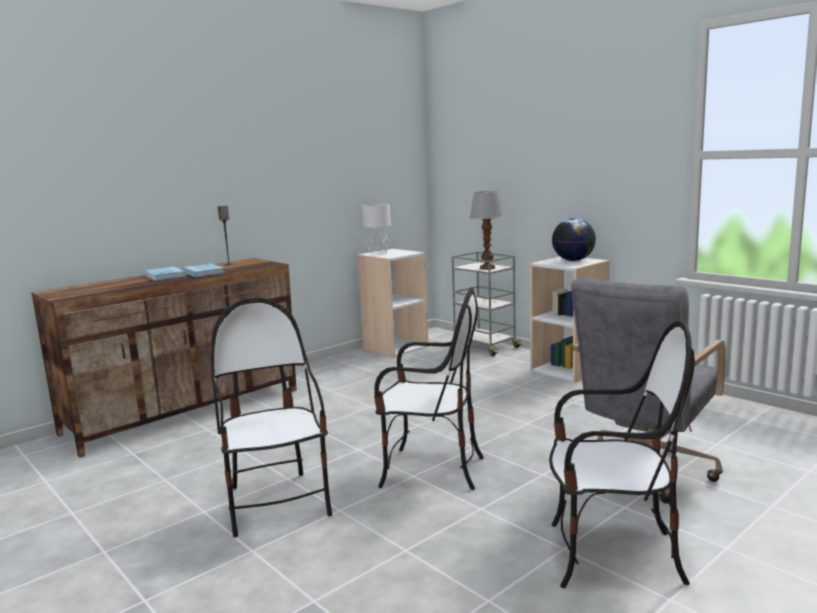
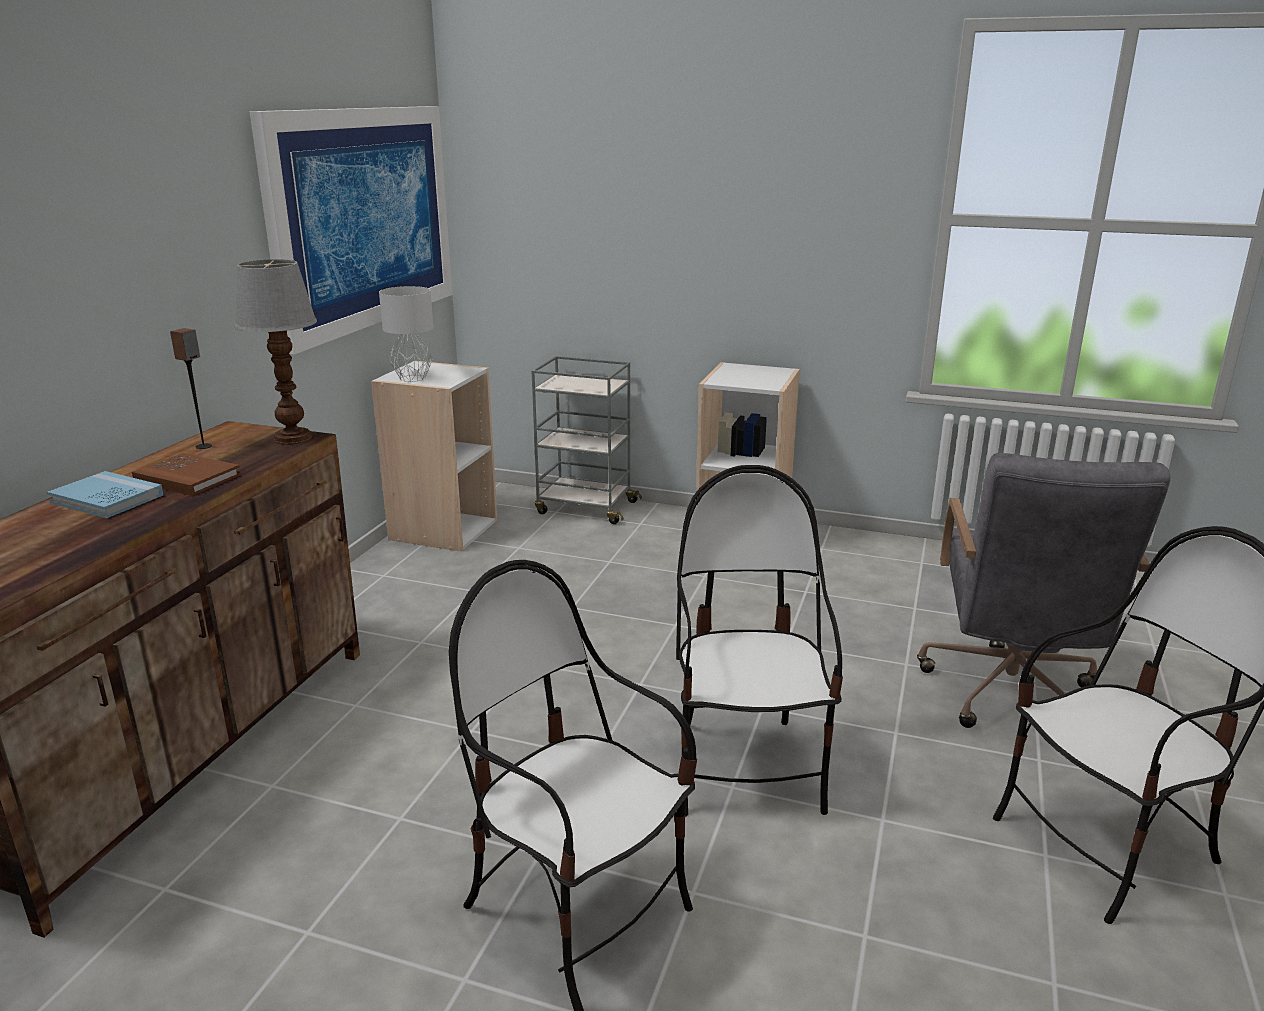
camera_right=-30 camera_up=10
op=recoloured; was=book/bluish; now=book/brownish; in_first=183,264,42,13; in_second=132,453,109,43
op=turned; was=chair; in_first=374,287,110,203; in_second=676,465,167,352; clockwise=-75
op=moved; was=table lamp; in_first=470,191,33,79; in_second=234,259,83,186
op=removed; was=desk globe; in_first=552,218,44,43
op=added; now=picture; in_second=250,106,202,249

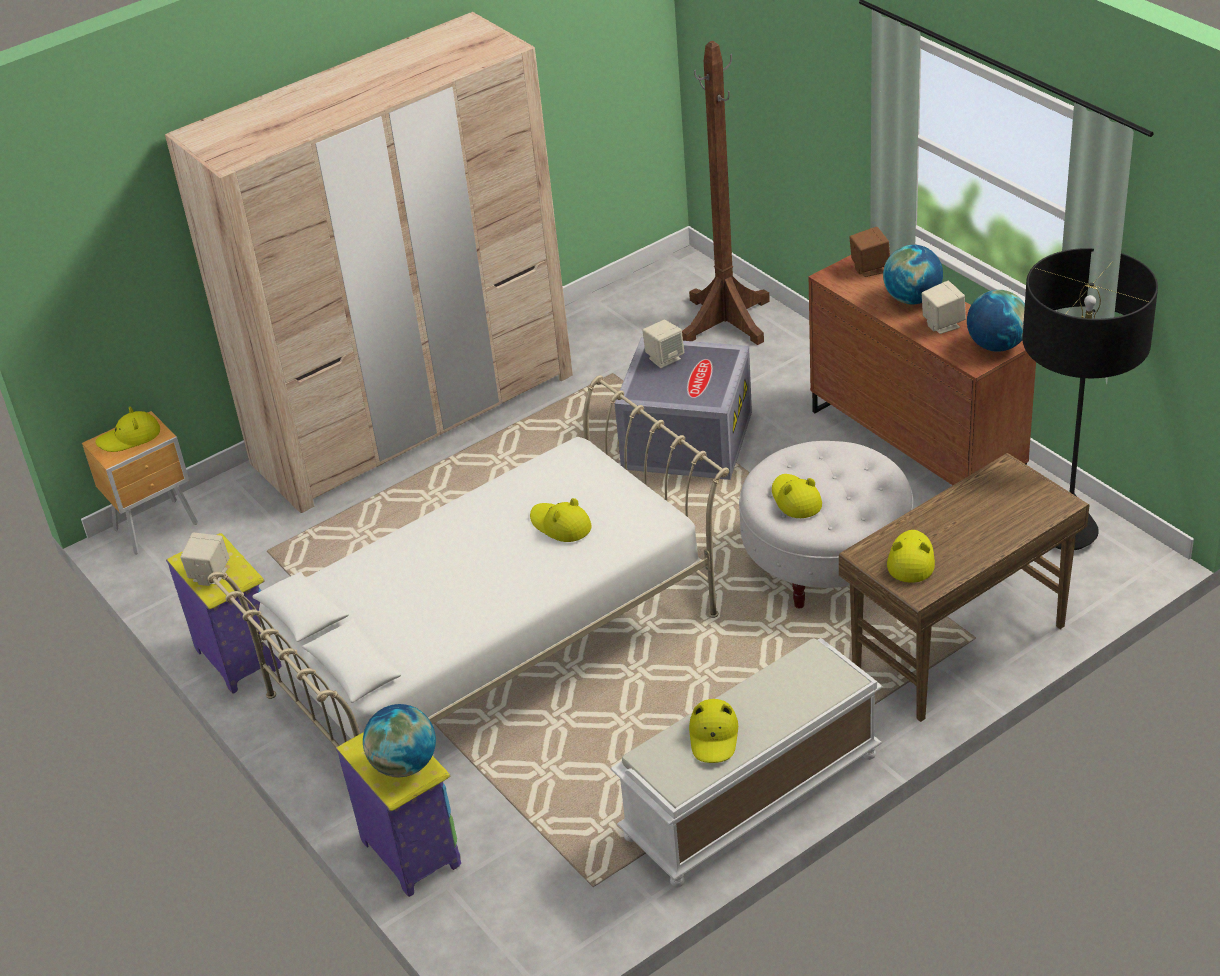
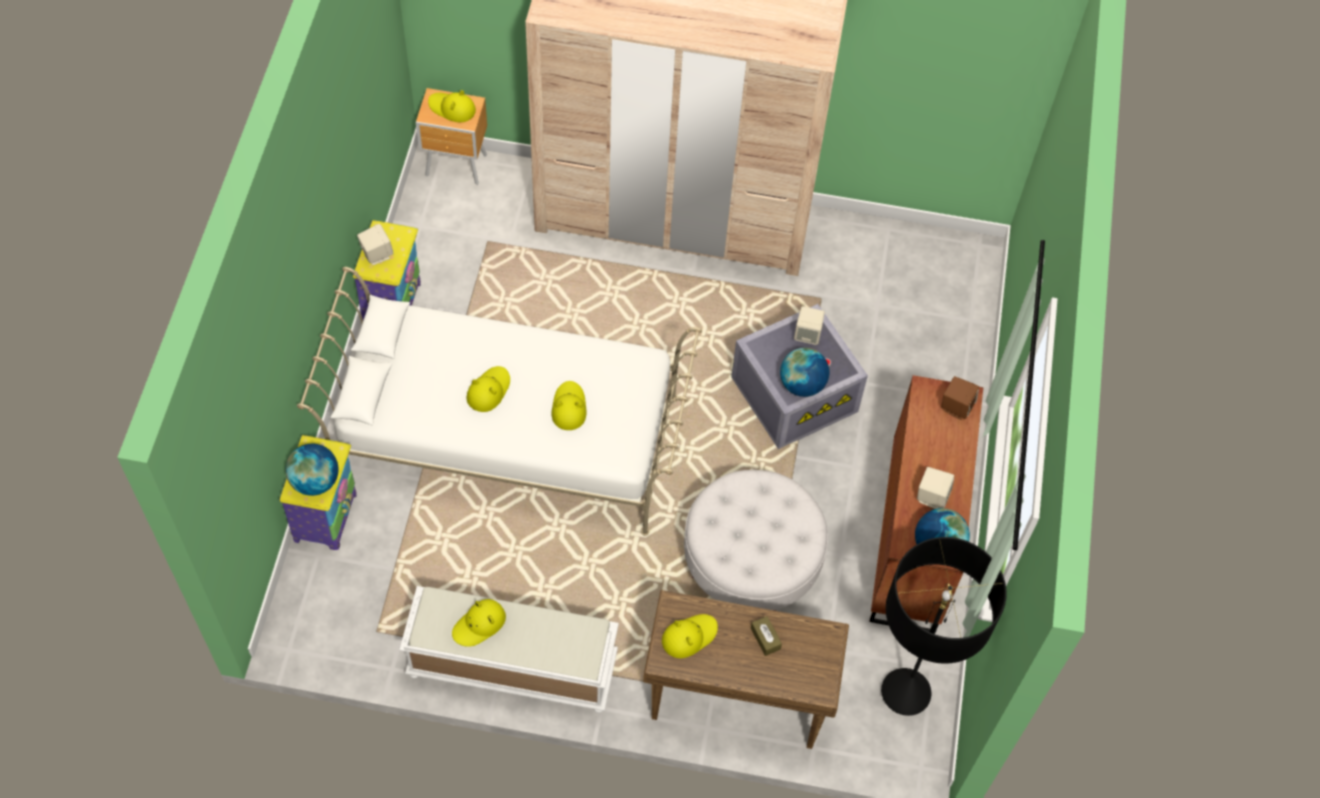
camera_right=40 camera_up=20
op=removed; was=garment rack/brownish; in_first=682,41,88,304
op=moved; was=wearable hat/yellow; in_first=772,474,50,44; in_second=466,366,44,46
op=moved; was=desk globe; in_first=883,245,60,59; in_second=780,348,49,49
op=added; now=tissue holder/brownish; in_second=751,616,31,40

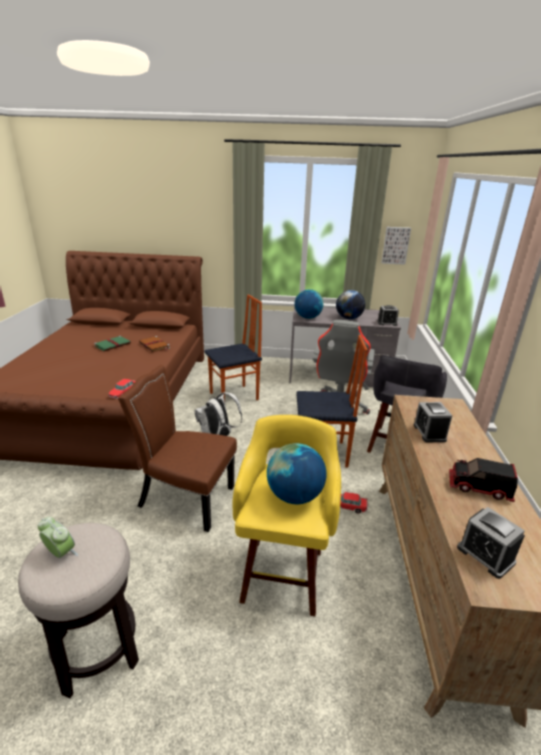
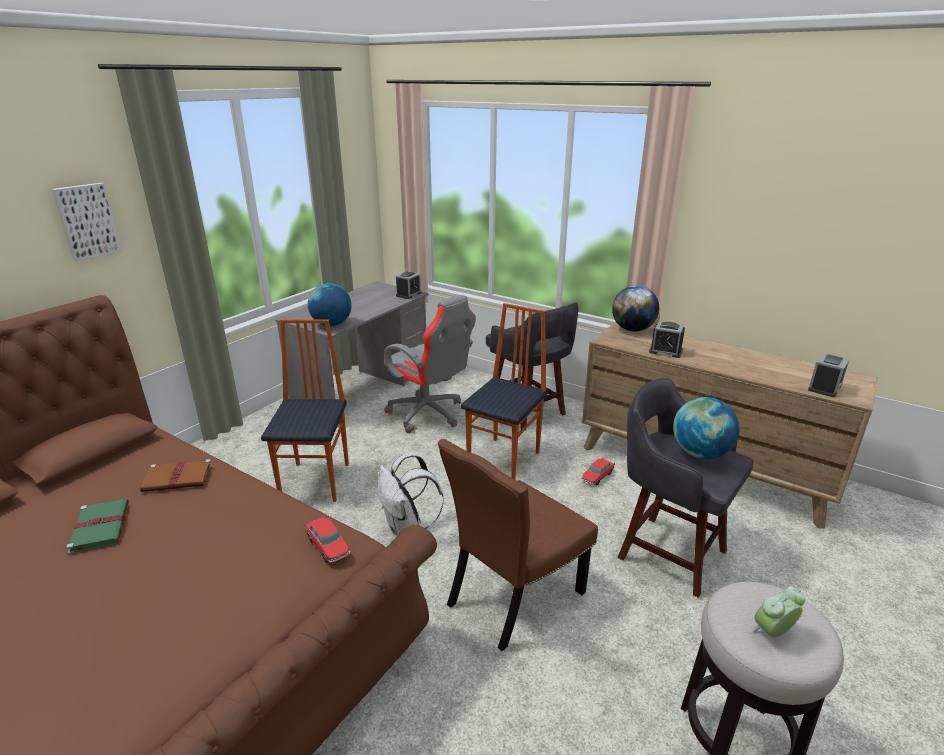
camera_right=-60 camera_up=0
op=recoloured; was=stool/yellow; now=stool/greyish; in_first=232,415,109,201; in_second=618,378,136,220
op=moved; was=desk globe; in_first=336,290,29,29; in_second=612,286,47,46
op=moved; was=picture; in_first=381,227,30,38; in_second=52,183,70,78
op=removed; was=model truck; in_first=449,458,69,44
op=turned; was=table clock; in_first=457,507,68,72; in_second=808,353,42,44; clockwise=-45

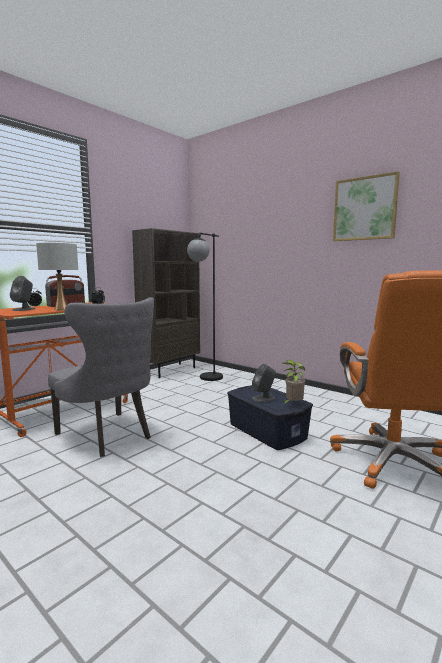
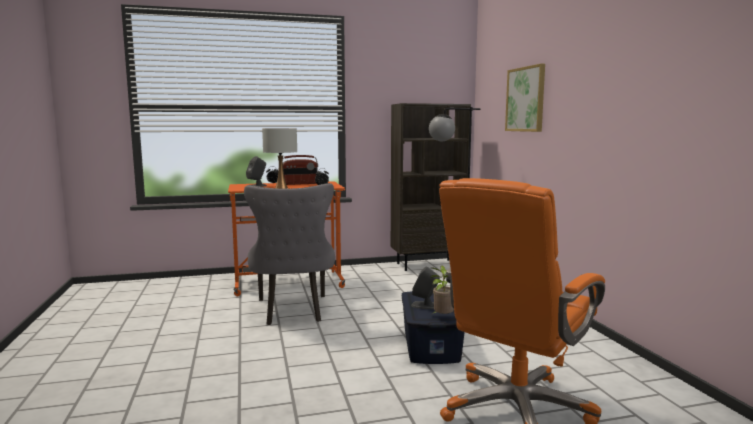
camera_right=35 camera_up=0
op=moved; was=picture; in_first=333,171,67,70; in_second=505,64,40,68

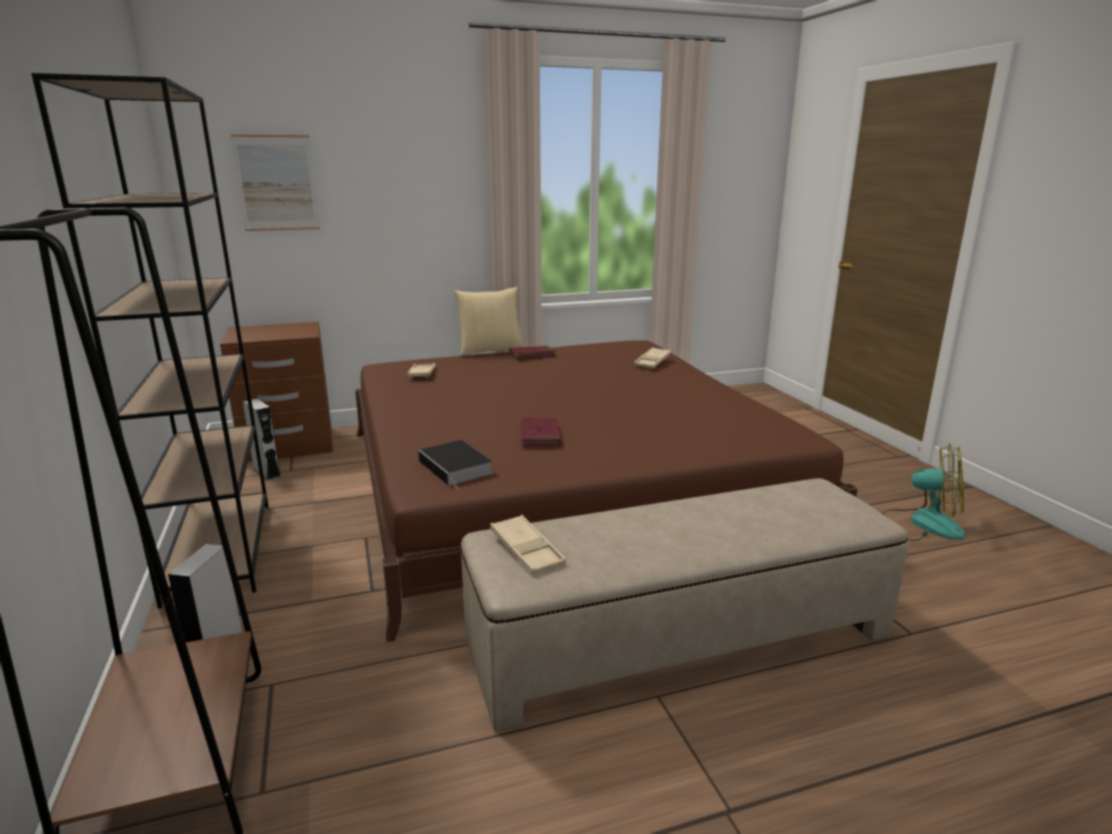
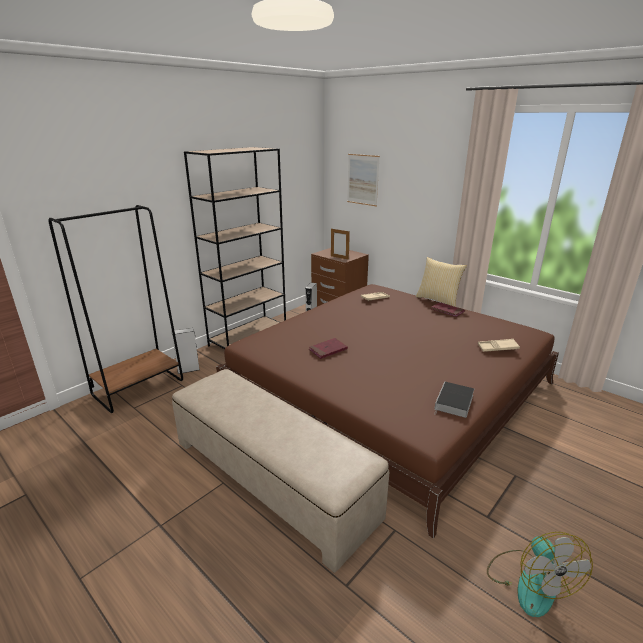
camera_right=60 camera_up=5
op=moved; was=book; in_first=418,440,75,50; in_second=435,382,39,36
op=removed; was=carrying tray/sand-coloured; in_first=490,515,76,60
op=added; now=picture frame; in_second=331,228,19,32

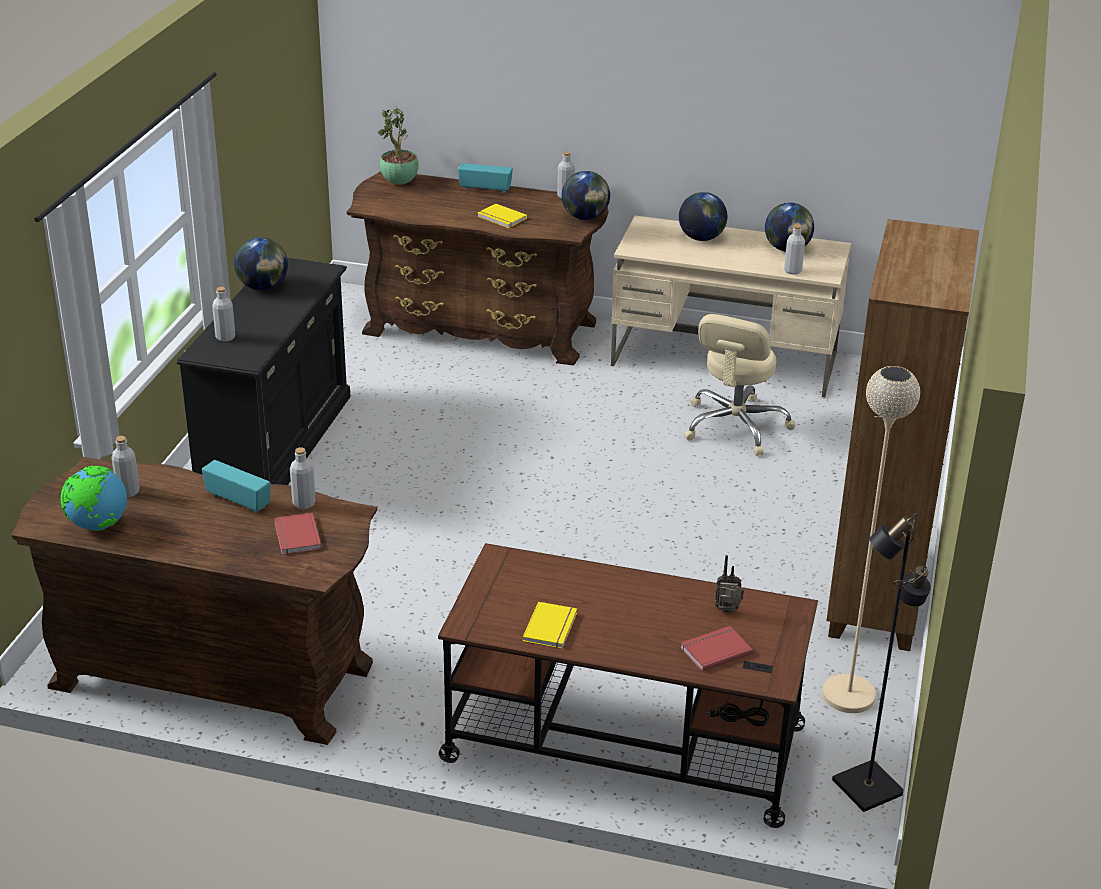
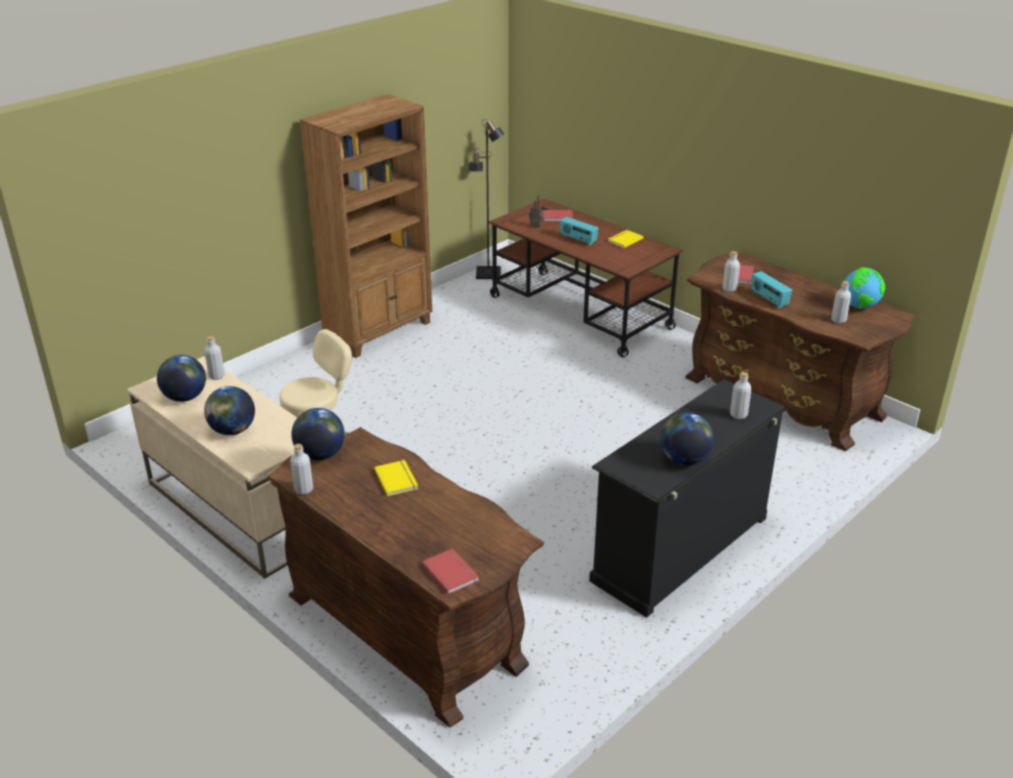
camera_right=-150 camera_up=0
op=replaced; was=houseplant; now=book/reddish; in_first=378,106,41,79; in_second=422,548,57,46
op=moved; was=radio; in_first=458,163,55,30; in_second=560,217,39,29
op=removed; was=standing lamp/sand-coloured; in_first=822,366,98,347

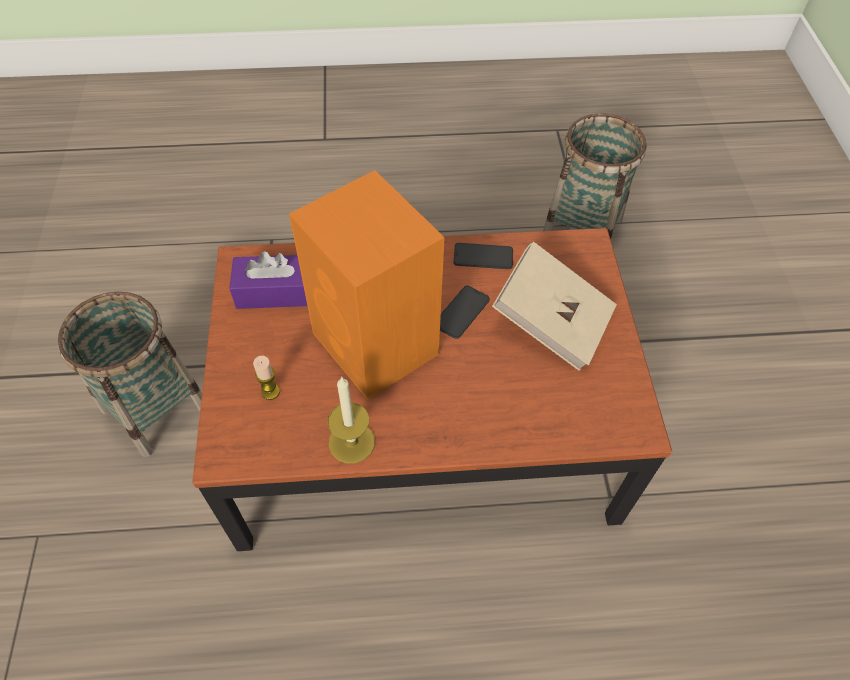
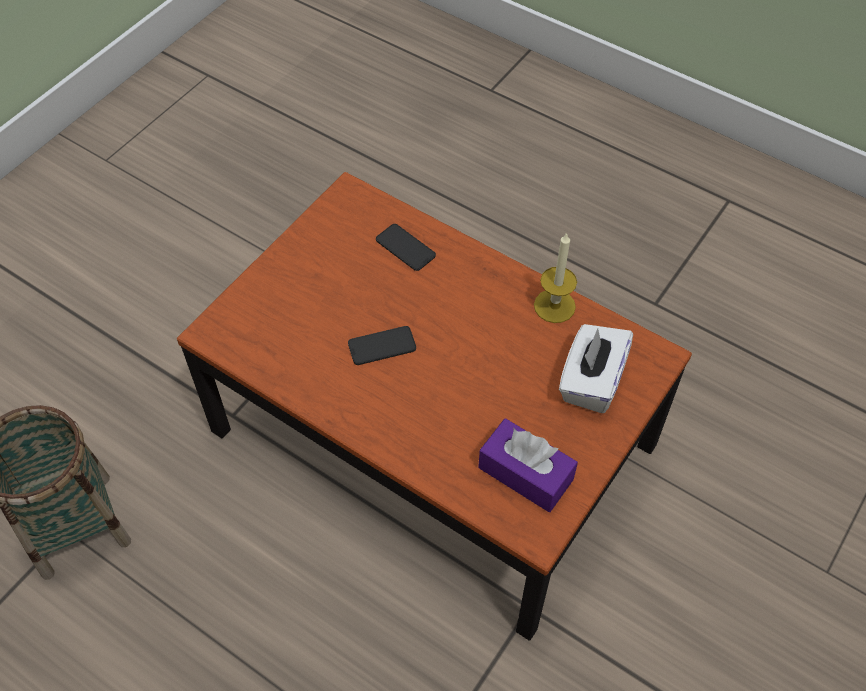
camera_right=-140 camera_up=0
op=removed; was=household basket; in_first=58,292,144,166
op=replaced; was=wax light; now=tissue holder/white; in_first=253,356,27,44; in_second=559,324,74,89
op=removed; was=speaker/orange; in_first=289,170,156,230
op=moved; was=telephone; in_first=453,243,60,26; in_second=376,224,60,47
op=removed; was=book/sand-coloured; in_first=492,242,125,129

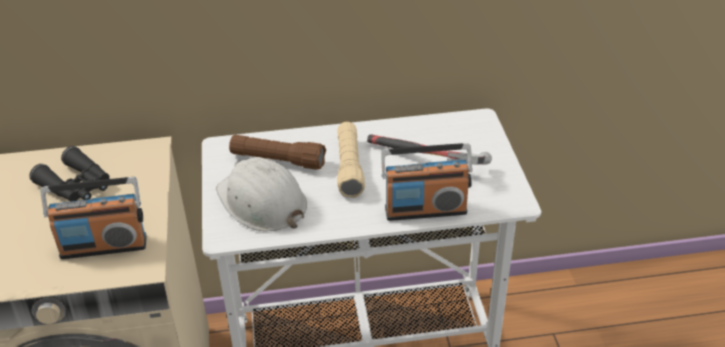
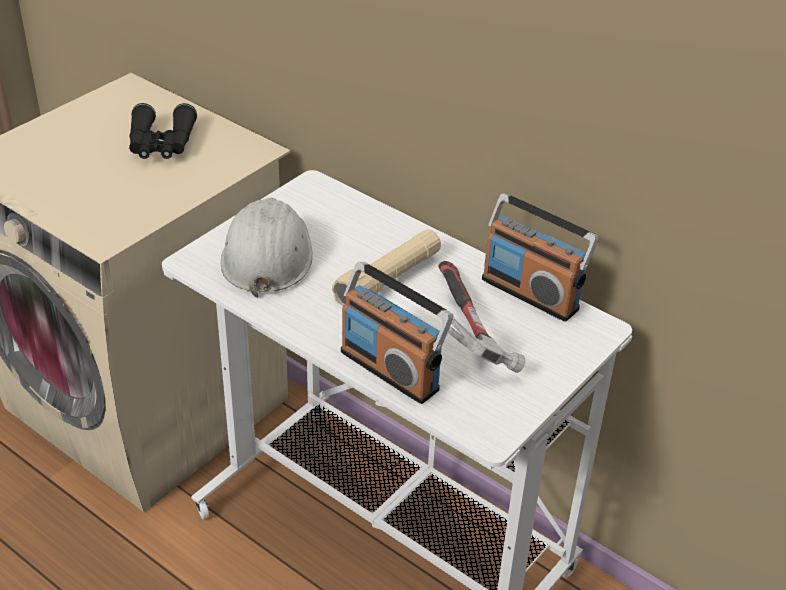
camera_right=45 camera_up=0
op=moved; was=radio; in_first=40,177,107,82; in_second=482,193,116,129
op=removed; was=flashlight/brownish; in_first=229,135,97,35

